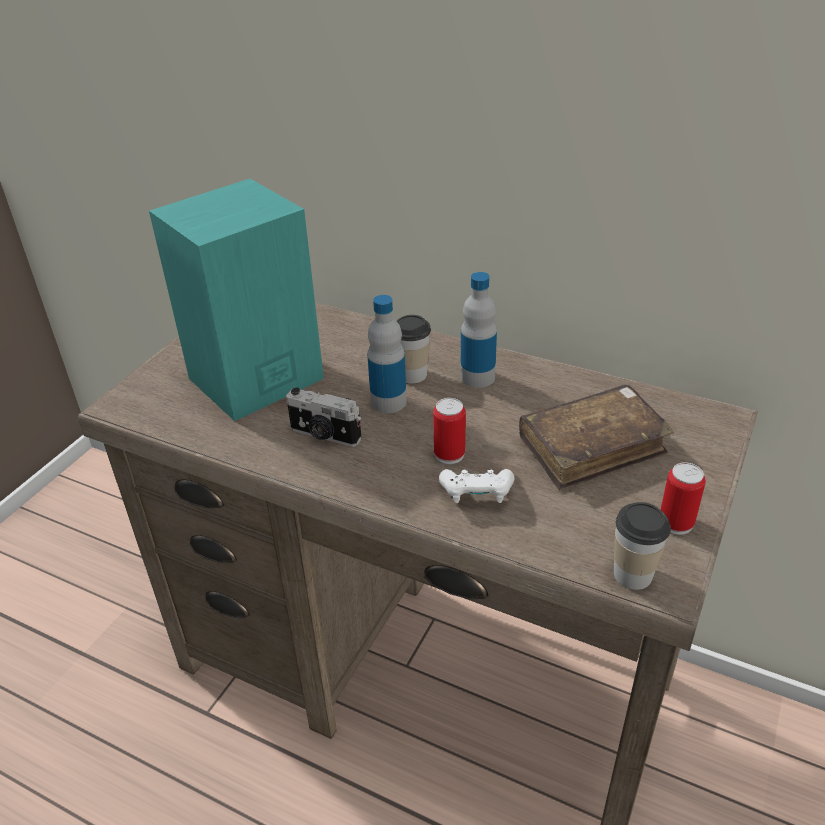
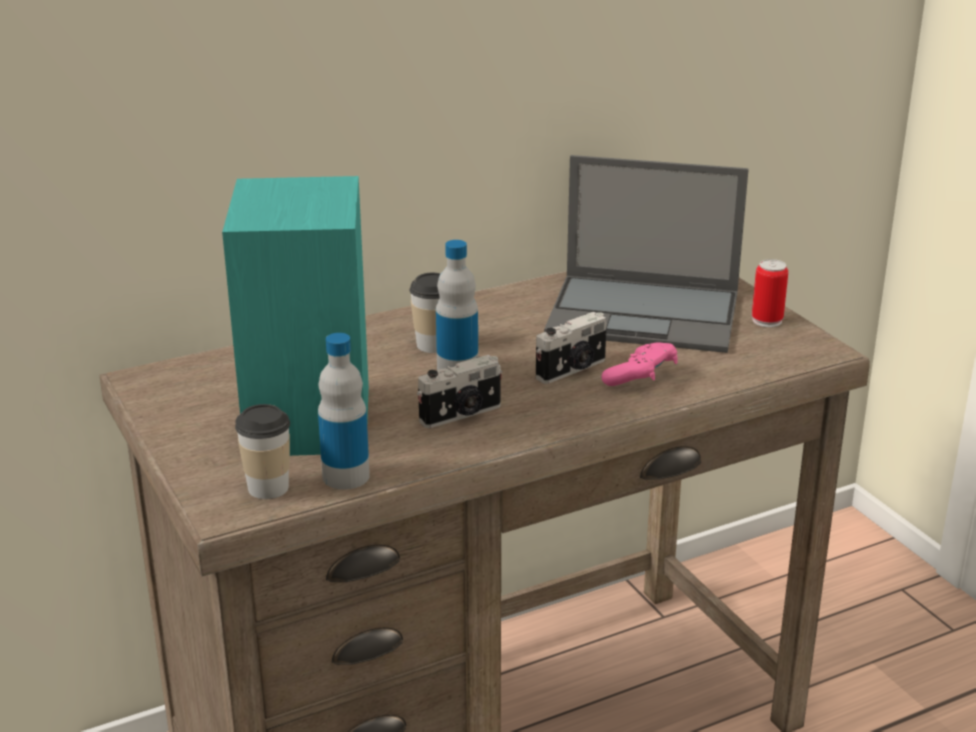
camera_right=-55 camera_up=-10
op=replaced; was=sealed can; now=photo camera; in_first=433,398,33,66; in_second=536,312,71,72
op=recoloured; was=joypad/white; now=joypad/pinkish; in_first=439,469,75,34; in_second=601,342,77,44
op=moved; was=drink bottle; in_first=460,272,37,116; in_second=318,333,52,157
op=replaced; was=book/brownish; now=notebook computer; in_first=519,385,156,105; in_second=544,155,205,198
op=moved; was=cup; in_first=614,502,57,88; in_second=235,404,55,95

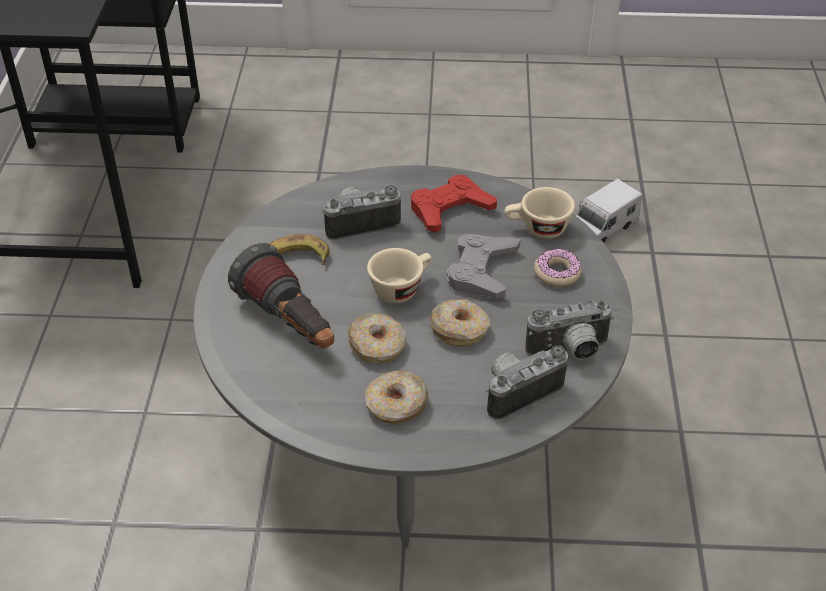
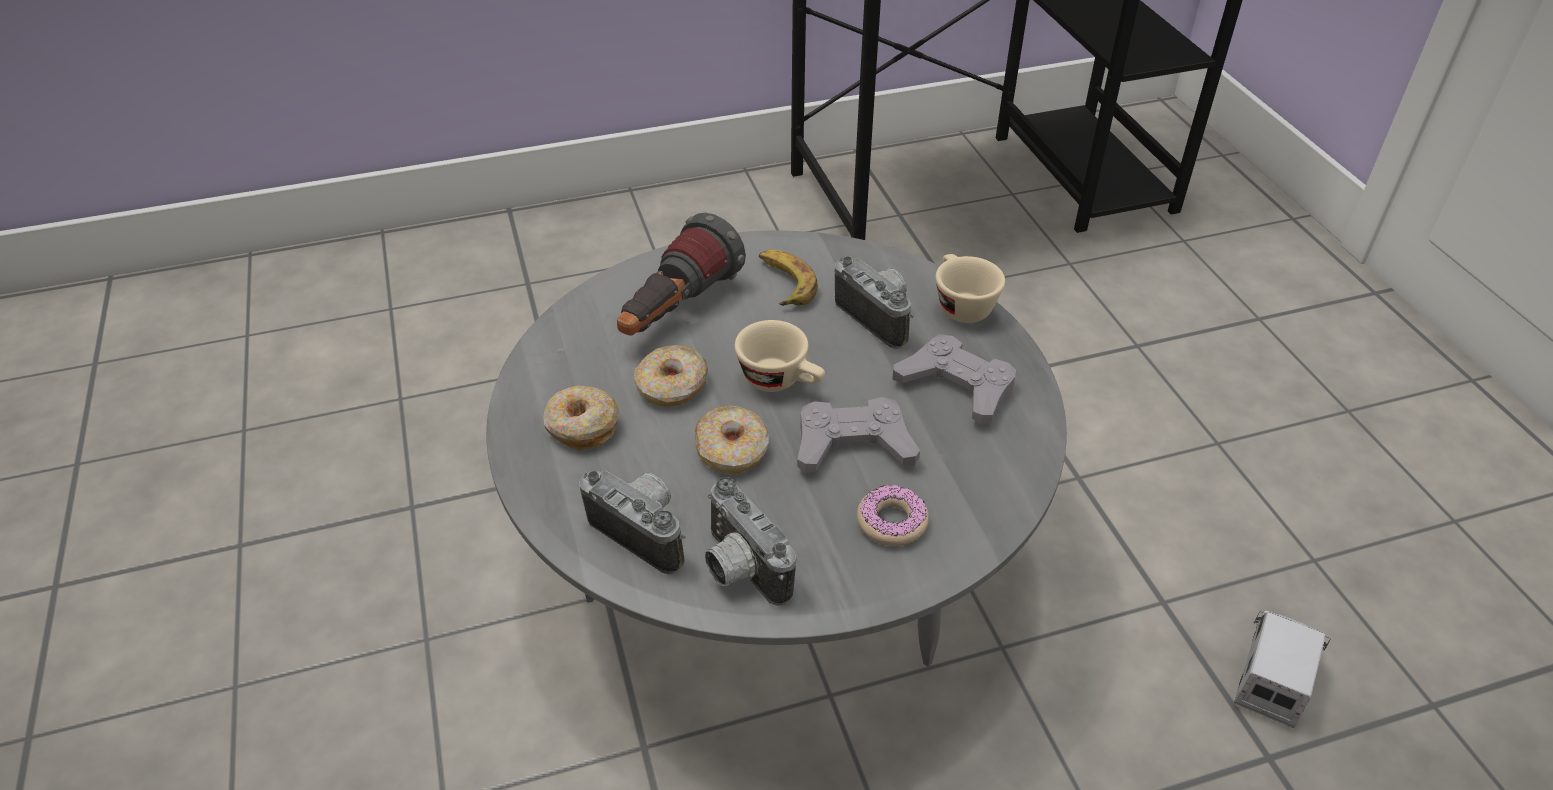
camera_right=70 camera_up=0
op=recoloured; was=joypad/reddish; now=joypad/greyish; in_first=411,175,86,58; in_second=892,334,124,91
op=moved; was=cup/sand-coloured; in_first=504,187,71,52; in_second=935,254,70,69
op=turned; was=model truck; in_first=576,179,66,63; in_second=1234,610,97,118; clockwise=90

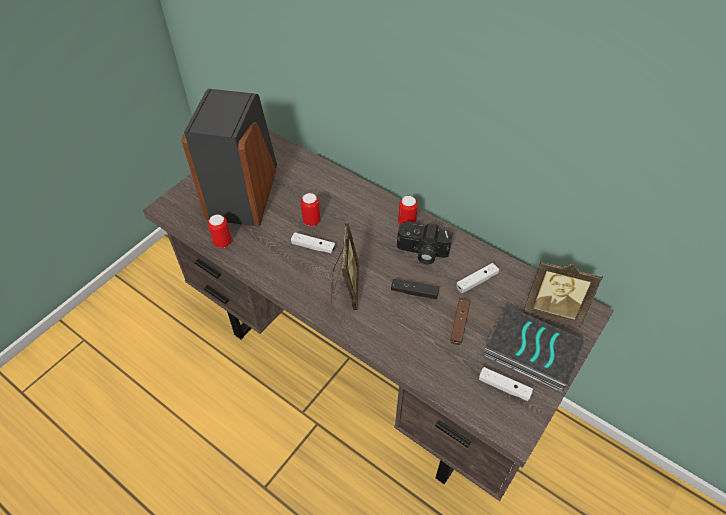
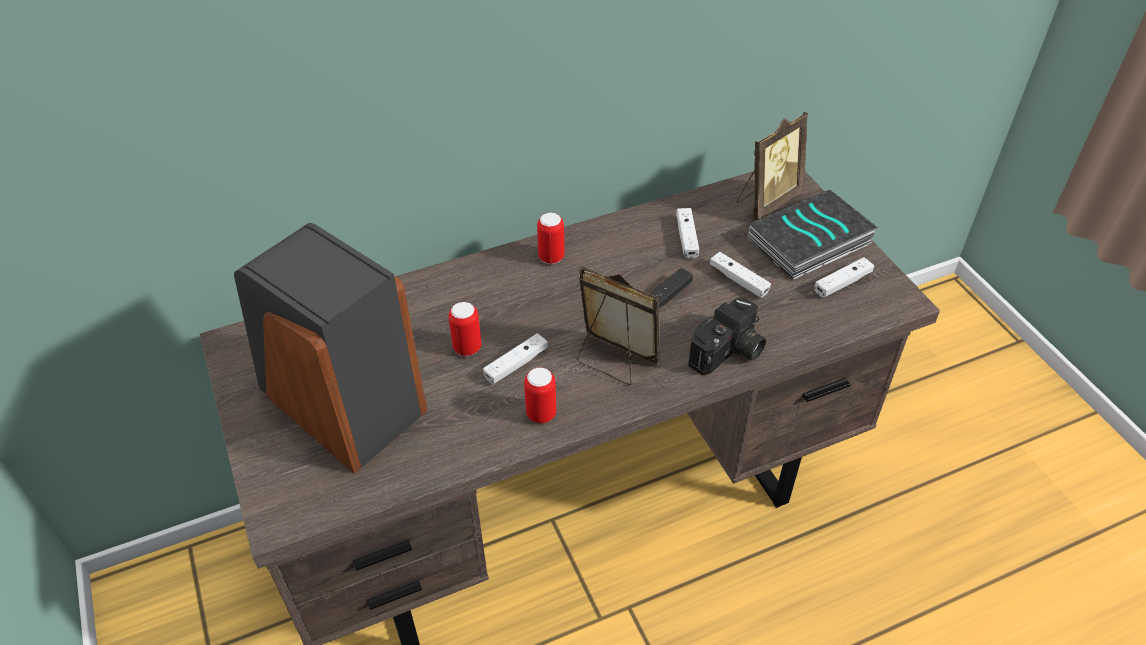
camera_right=-60 camera_up=-5
op=moved; was=sealed can; in_first=208,214,24,34; in_second=524,367,32,56
op=moved; was=photo camera; in_first=397,221,56,44; in_second=688,296,78,79
op=recoloured; was=joypad/brownish; now=joypad/white; in_first=450,299,20,46; in_second=710,252,61,46

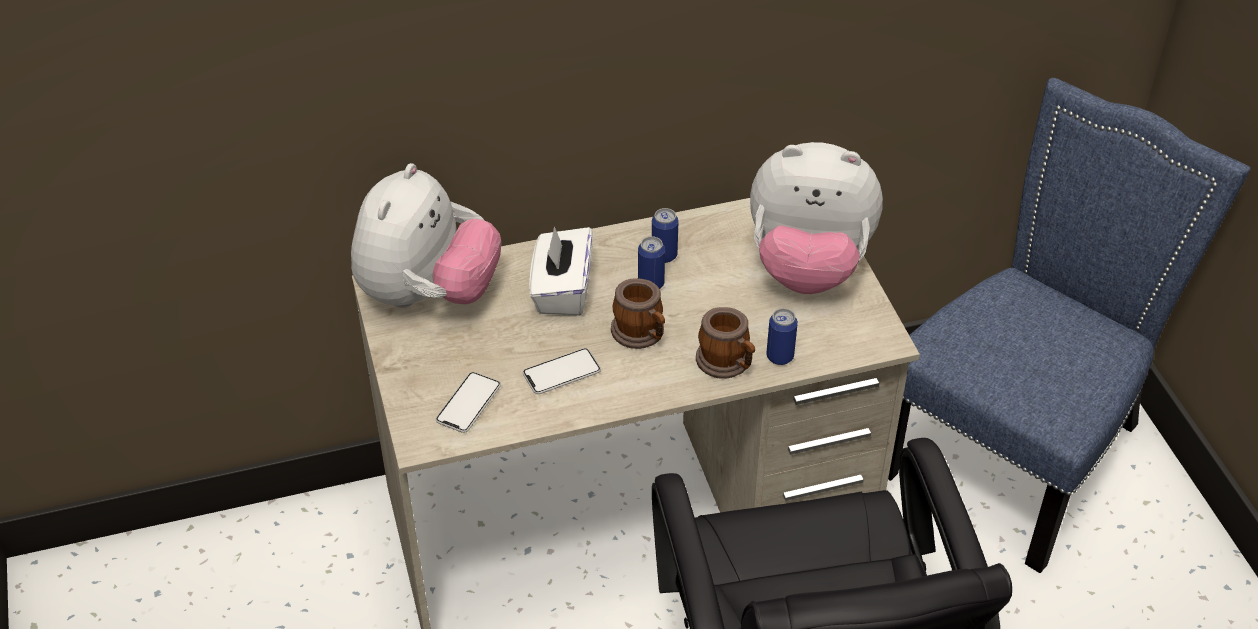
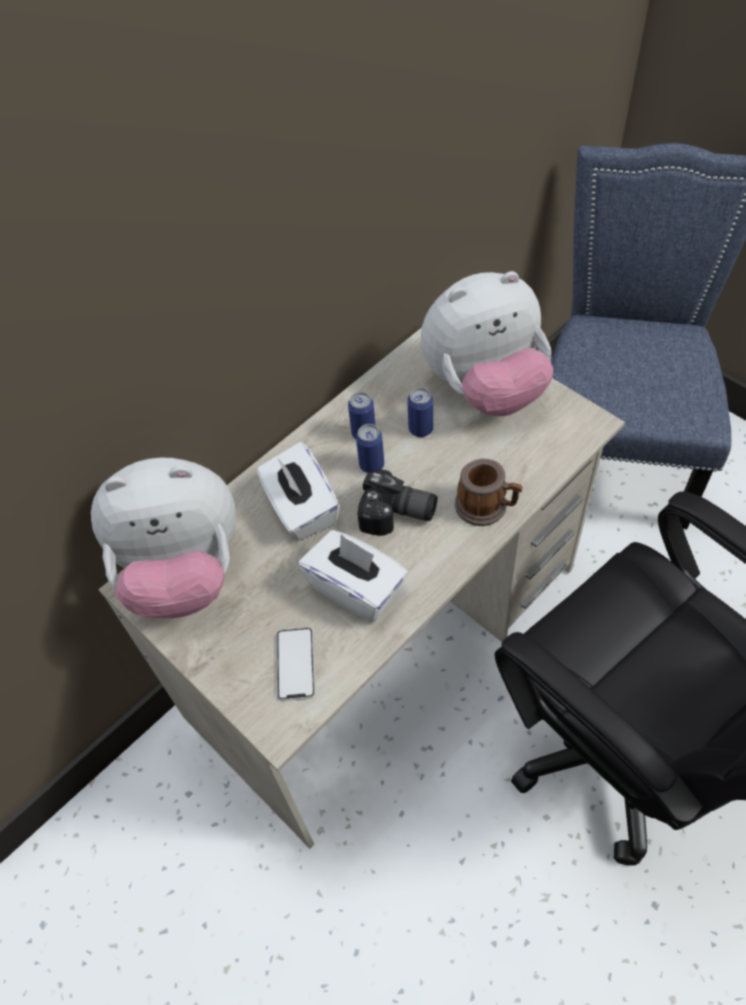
camera_right=-25 camera_up=10
op=turned; was=soft toy; in_first=351,163,150,145; in_second=91,457,145,161; clockwise=90
op=replaced; was=telephone; now=tissue holder/white; in_first=523,348,78,46; in_second=298,530,110,93
op=replaced; was=mug; now=photo camera; in_first=611,278,54,71; in_second=357,469,80,67
op=moved; was=sealed can; in_first=766,308,32,57; in_second=407,388,26,49

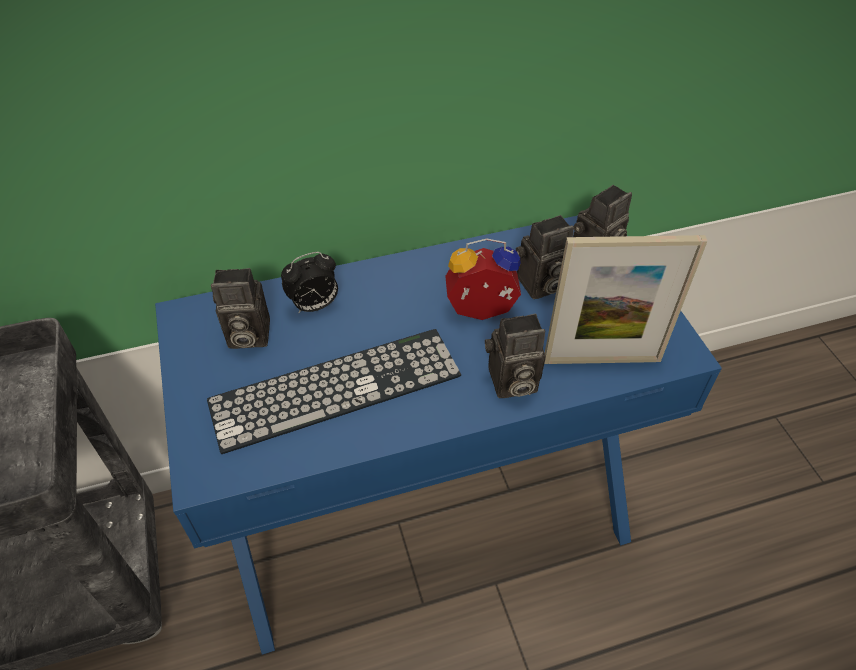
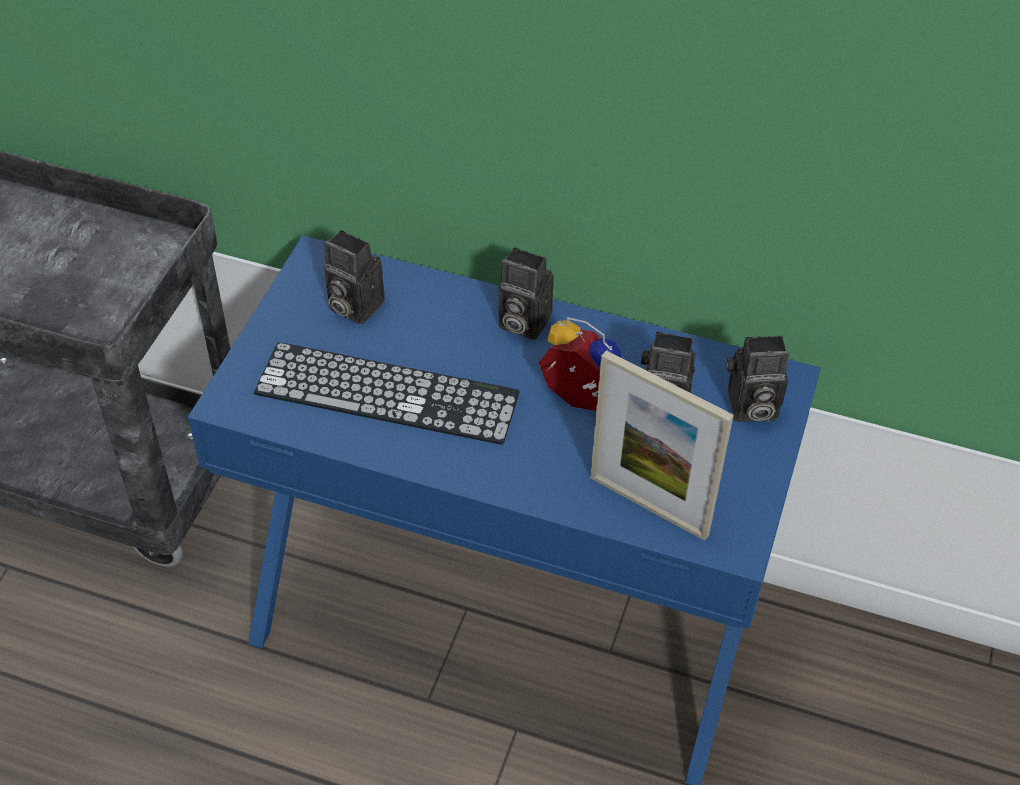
camera_right=35 camera_up=0
op=removed; was=table clock; in_first=281,252,57,61
op=moved; was=photo camera; in_first=485,314,61,84; in_second=498,247,56,93

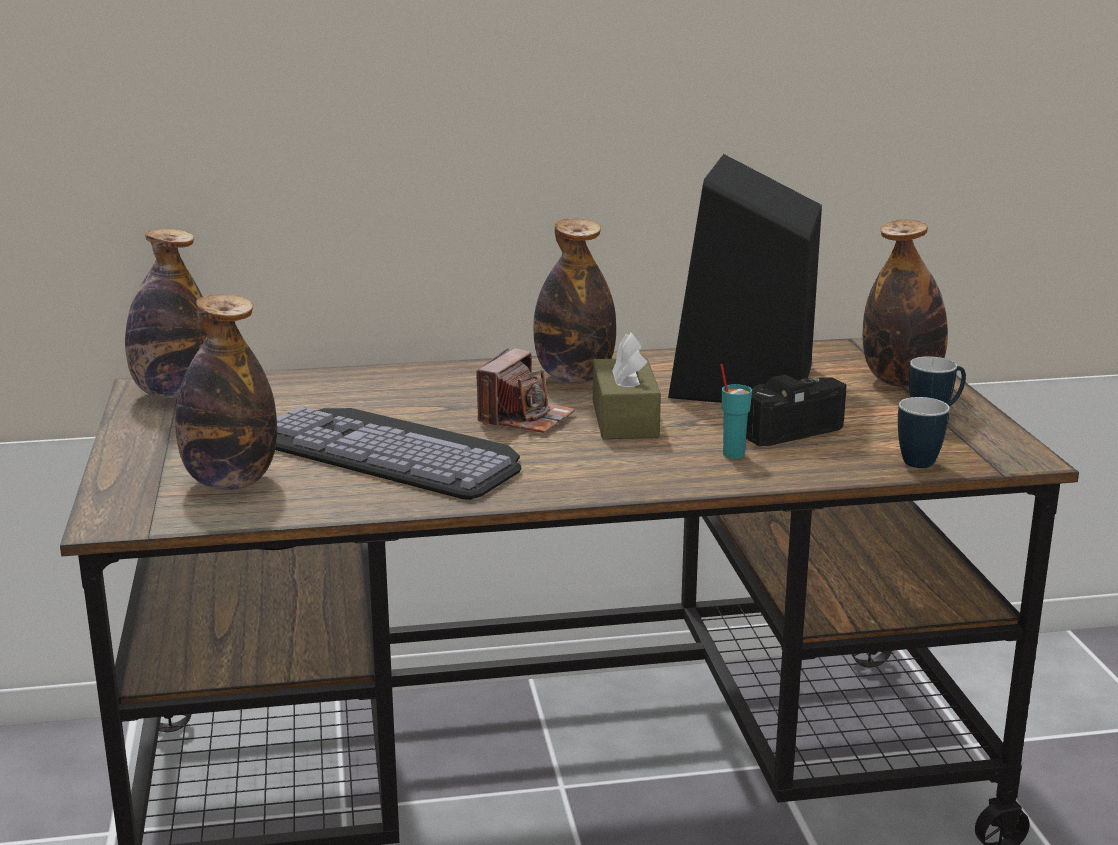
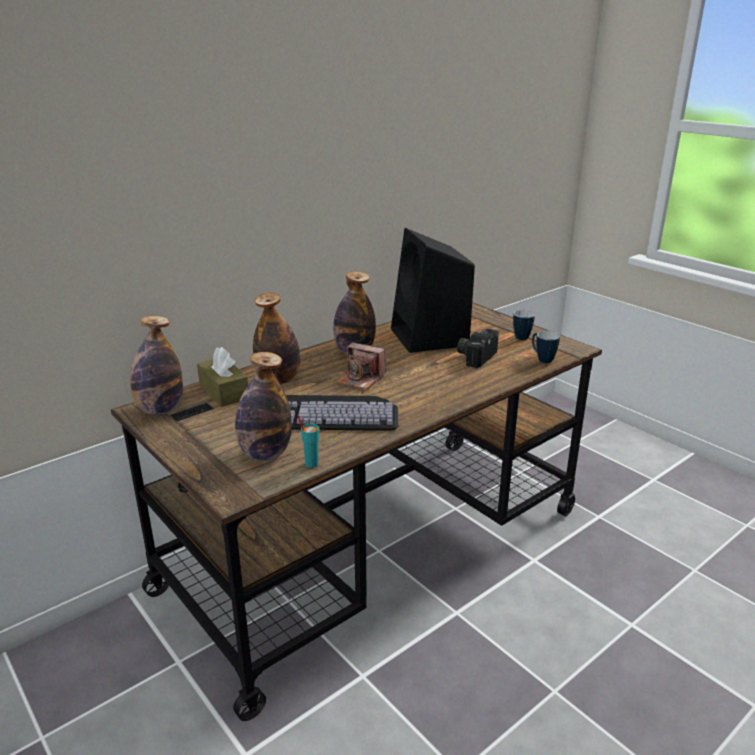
camera_right=-30 camera_up=5
op=turned; was=photo camera; in_first=476,348,99,85; in_second=336,342,50,47; clockwise=120
op=moved; was=tissue holder/brownish; in_first=593,333,68,106; in_second=197,347,51,60
op=moved; was=cup/blue-green; in_first=720,364,32,95; in_second=298,415,21,53
op=moved; was=drink bottle; in_first=863,219,85,168; in_second=253,293,47,91

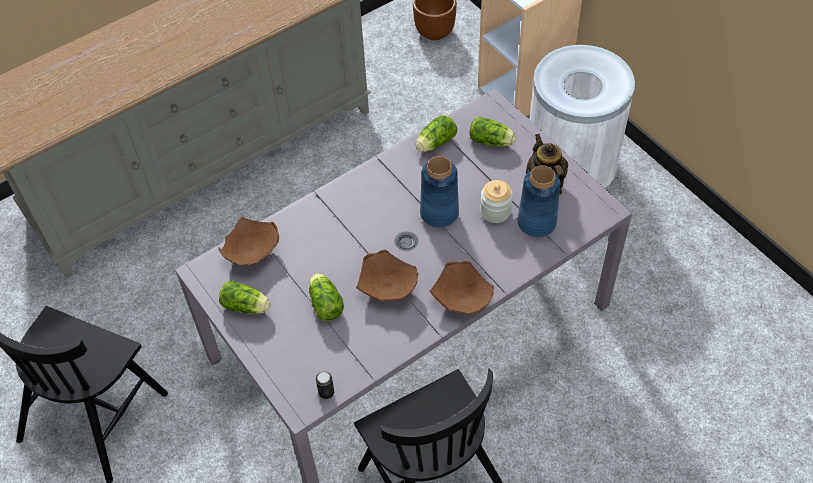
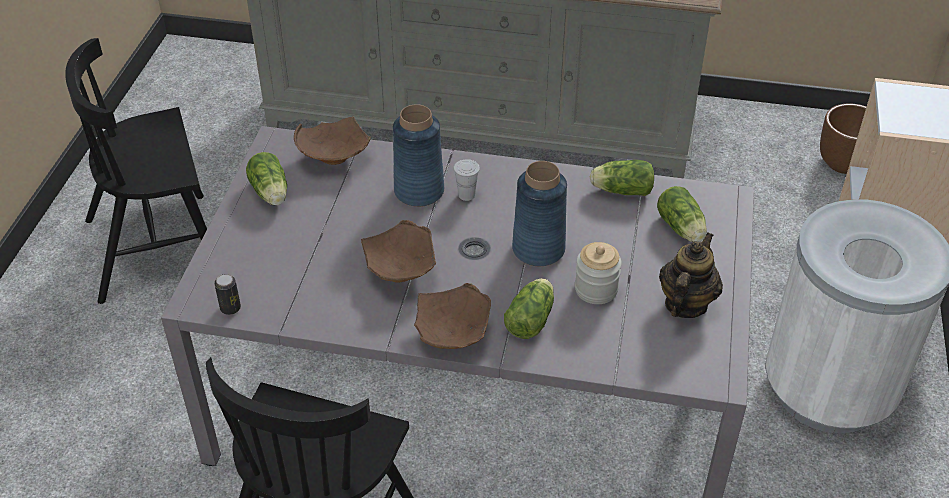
camera_right=45 camera_up=-10
op=moved; was=head of lettuce; in_first=309,273,35,48; in_second=504,278,50,61
op=moved; was=flower vase/bluish; in_first=517,165,43,72; in_second=393,104,51,103
op=added; now=cup/white; in_second=453,159,27,42

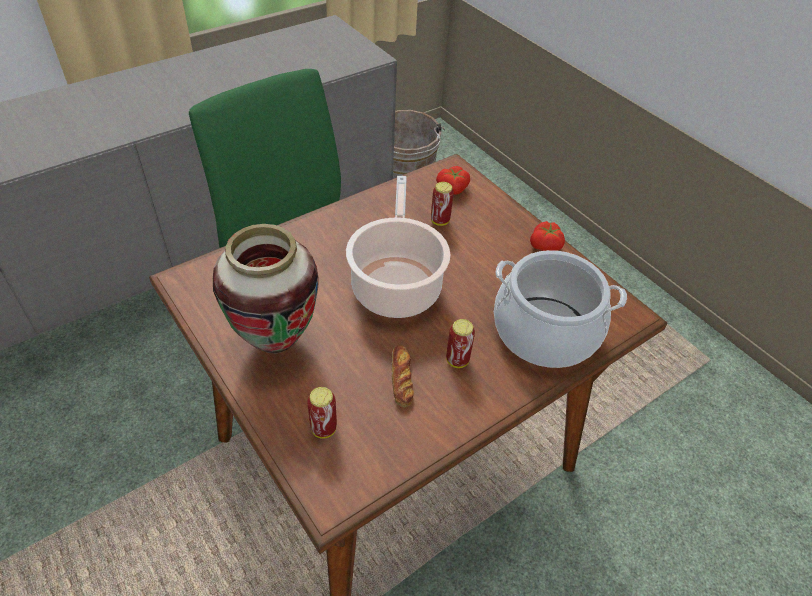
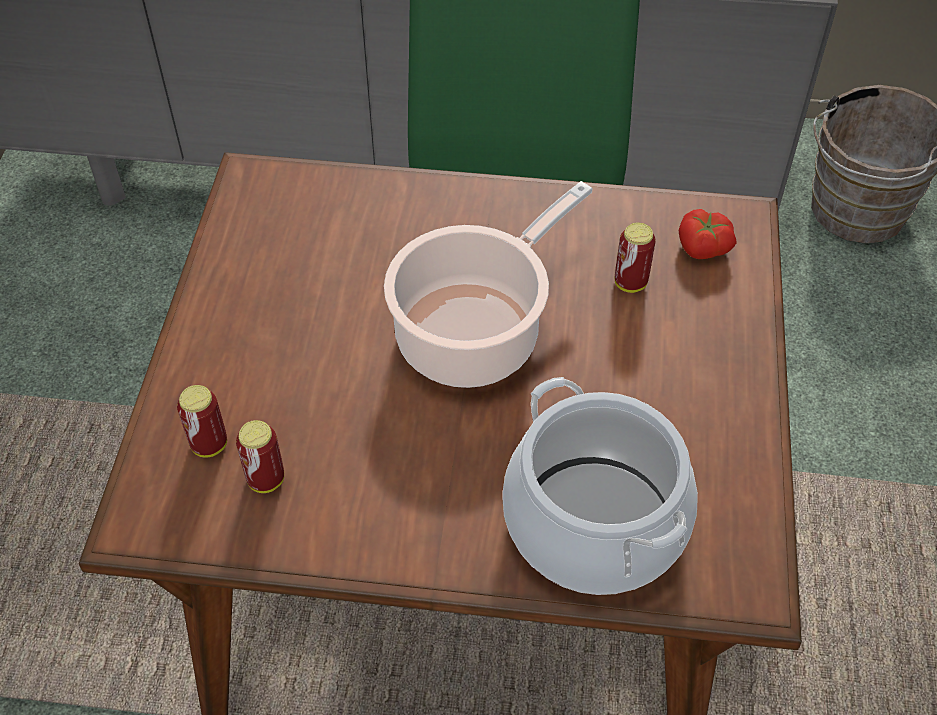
camera_right=45 camera_up=5
op=removed; was=flower vase; in_first=213,224,106,129
op=removed; was=bakery bread; in_first=392,345,22,62
op=moved; was=sealed can; in_first=446,319,29,49; in_second=236,420,48,73
op=removed; was=whole tomato; in_first=530,221,35,30

